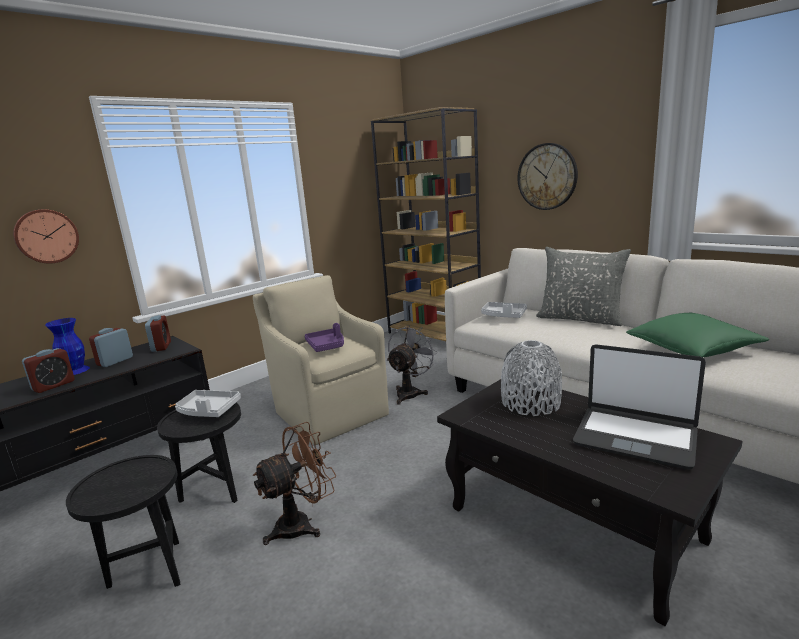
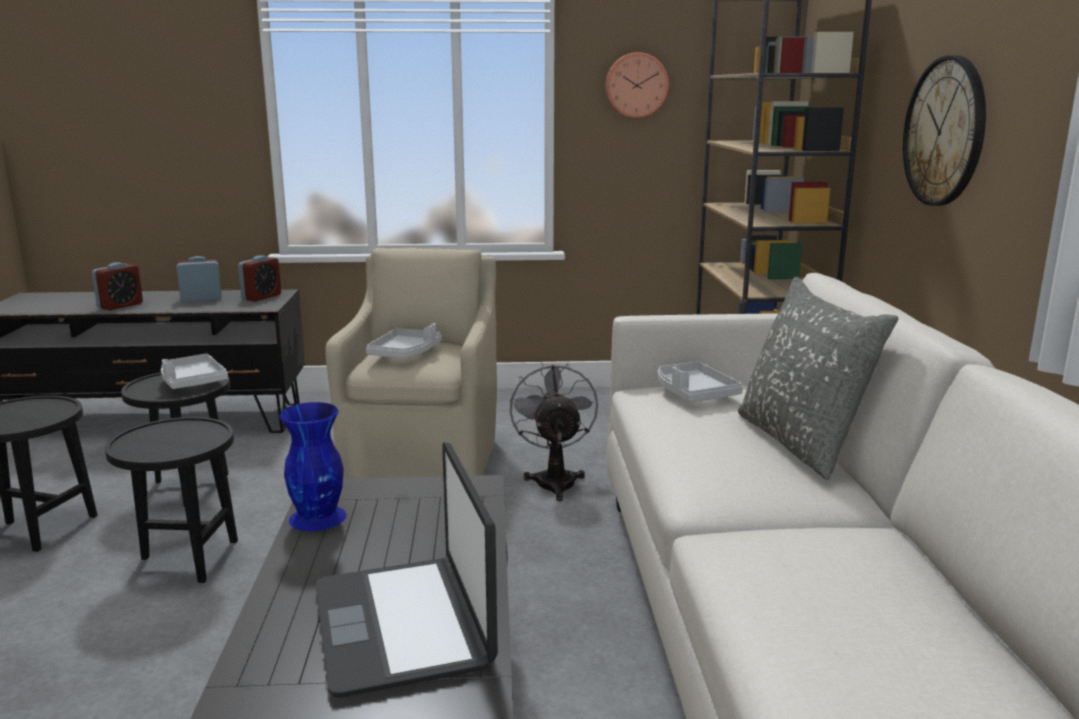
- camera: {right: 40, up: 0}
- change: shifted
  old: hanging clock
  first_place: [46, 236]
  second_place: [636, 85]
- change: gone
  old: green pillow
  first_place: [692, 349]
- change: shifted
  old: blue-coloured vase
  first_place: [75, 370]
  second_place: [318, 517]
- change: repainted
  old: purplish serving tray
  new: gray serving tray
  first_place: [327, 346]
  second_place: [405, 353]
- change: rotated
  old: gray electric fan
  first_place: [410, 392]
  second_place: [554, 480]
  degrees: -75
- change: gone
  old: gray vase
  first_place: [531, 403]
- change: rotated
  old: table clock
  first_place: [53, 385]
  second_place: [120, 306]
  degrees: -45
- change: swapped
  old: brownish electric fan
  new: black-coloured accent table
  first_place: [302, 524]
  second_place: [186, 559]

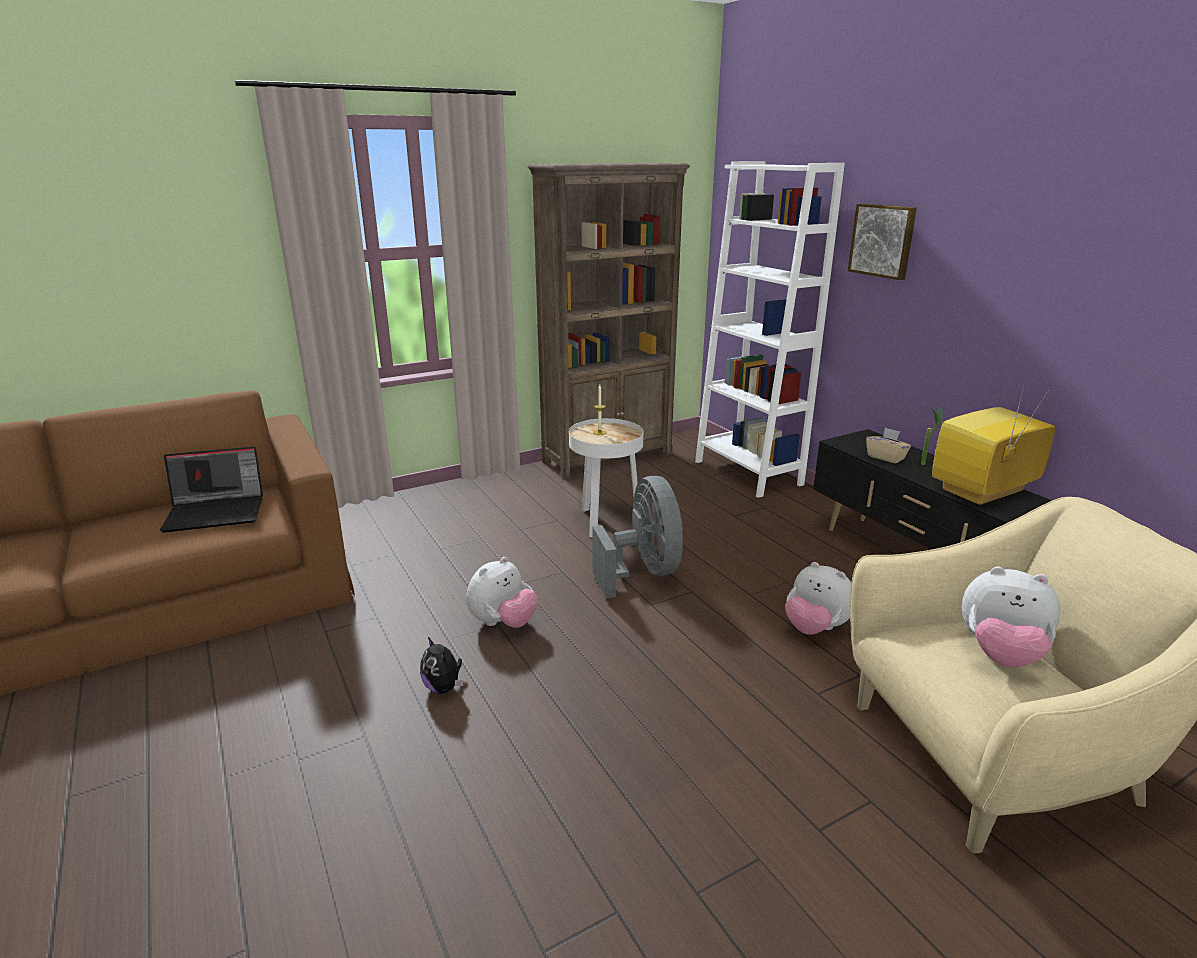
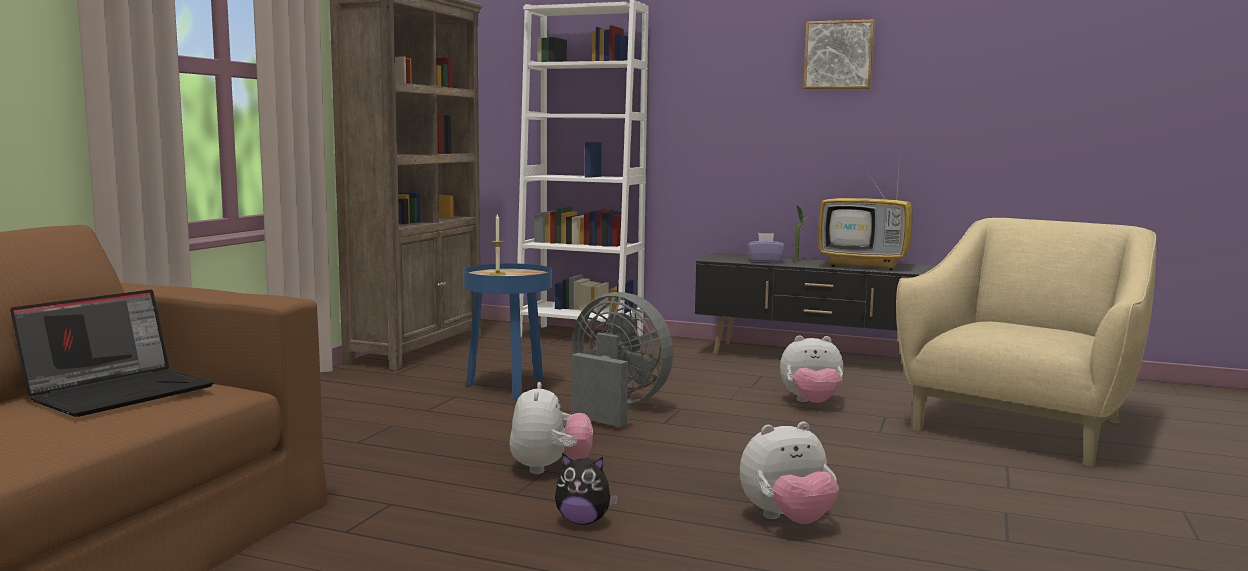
- camera: {right: -40, up: -15}
- change: shifted
  old: picture
  first_place: [883, 240]
  second_place: [839, 55]
- change: rotated
  old: TV
  first_place: [983, 493]
  second_place: [865, 266]
  degrees: -90
- change: repainted
  old: whitish accent table
  new: blue-coloured accent table
  first_place: [606, 522]
  second_place: [509, 387]
- change: repainted
  old: sand-coloured tissue box
  new: purplish tissue box
  first_place: [886, 457]
  second_place: [765, 261]
- change: shifted
  old: soft toy
  first_place: [1000, 655]
  second_place: [787, 520]

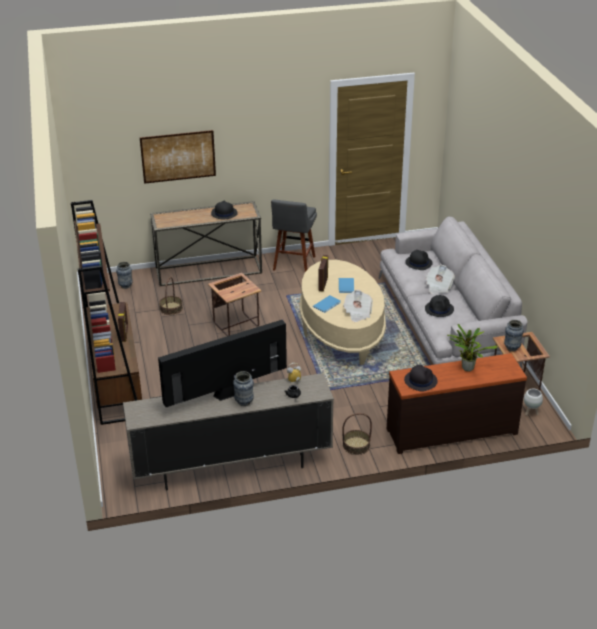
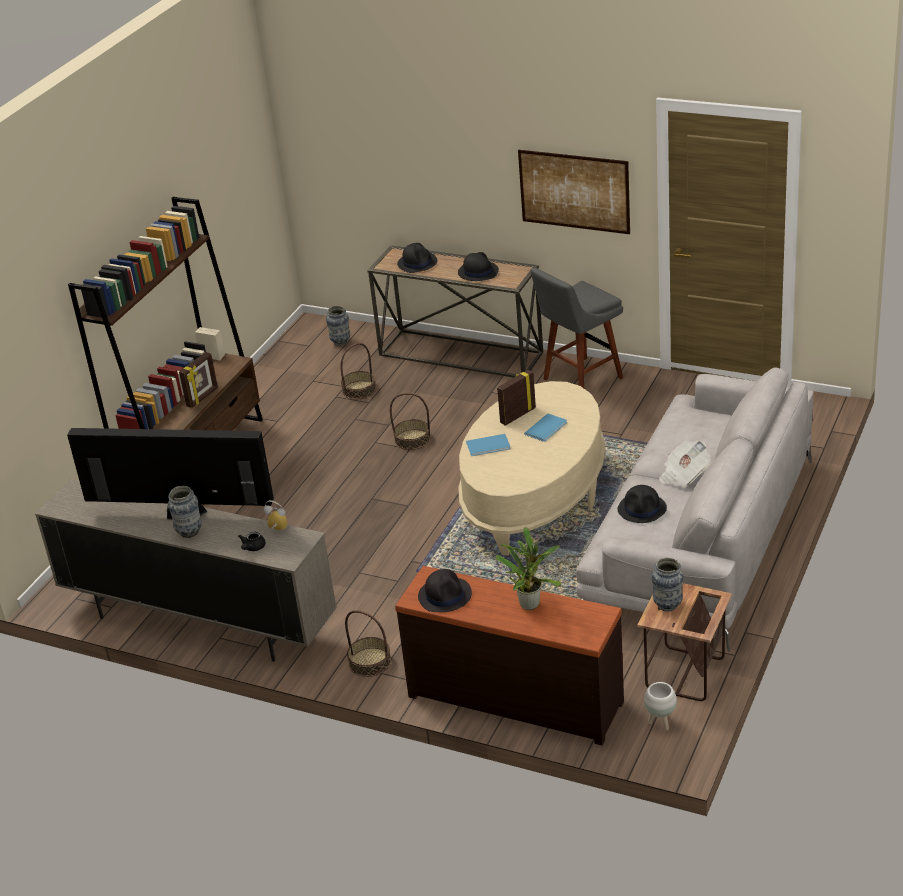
- camera: {right: 40, up: 0}
- change: shifted
  old: picture
  first_place: [178, 156]
  second_place: [574, 191]
- change: shifted
  old: black-coloured wearable hat
  first_place: [418, 263]
  second_place: [417, 263]
- change: swapped
  old: accent table
  new: basket
  first_place: [237, 324]
  second_place: [412, 439]
- change: gone
  old: newspaper
  first_place: [357, 313]

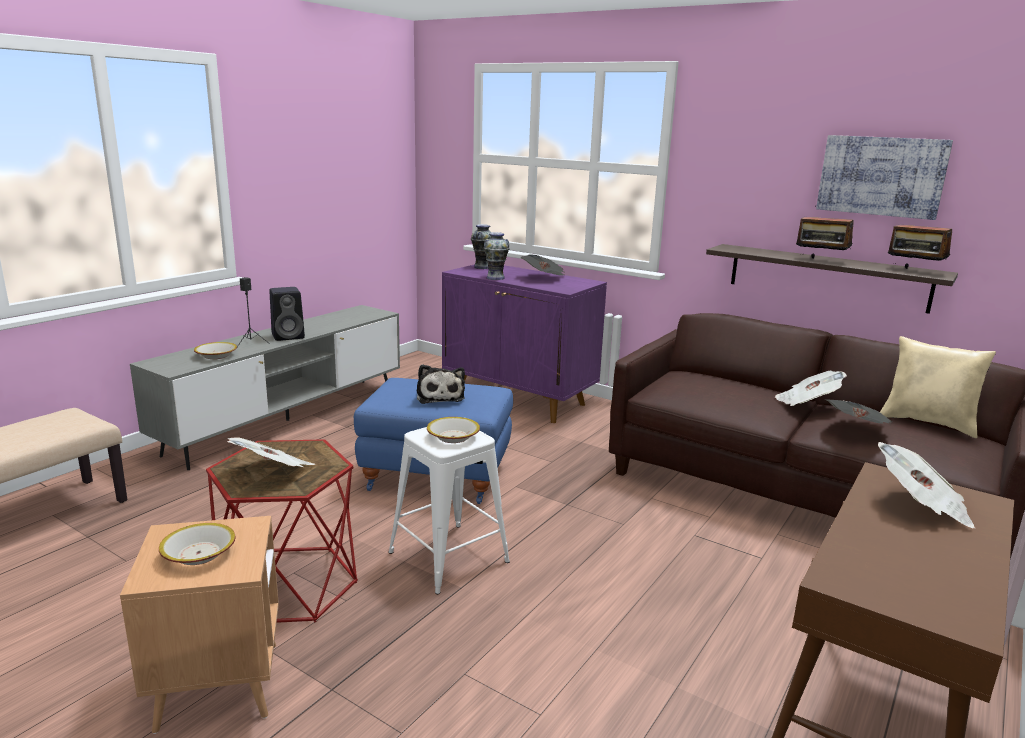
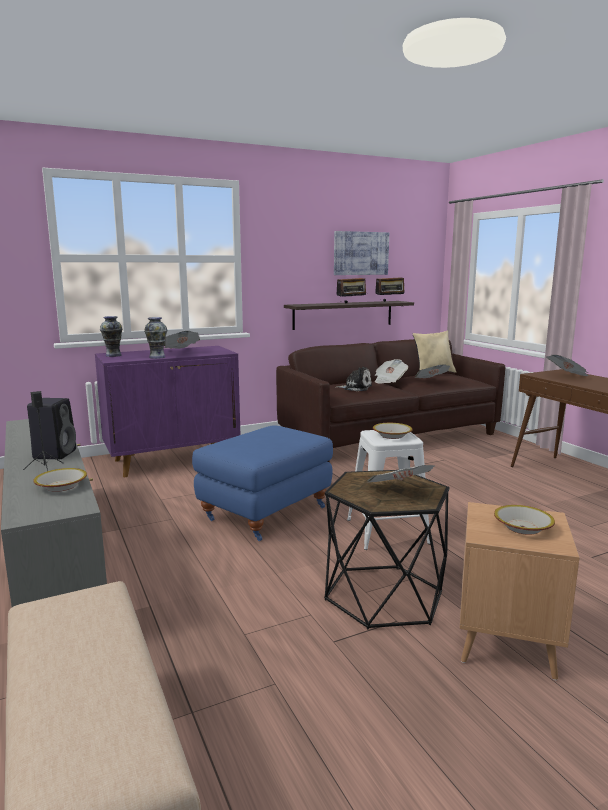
- camera: {right: -60, up: -5}
- change: shifted
  old: soft toy
  first_place: [440, 396]
  second_place: [355, 388]
- change: repainted
  old: reddish accent table
  new: black-coloured accent table
  first_place: [290, 585]
  second_place: [383, 596]

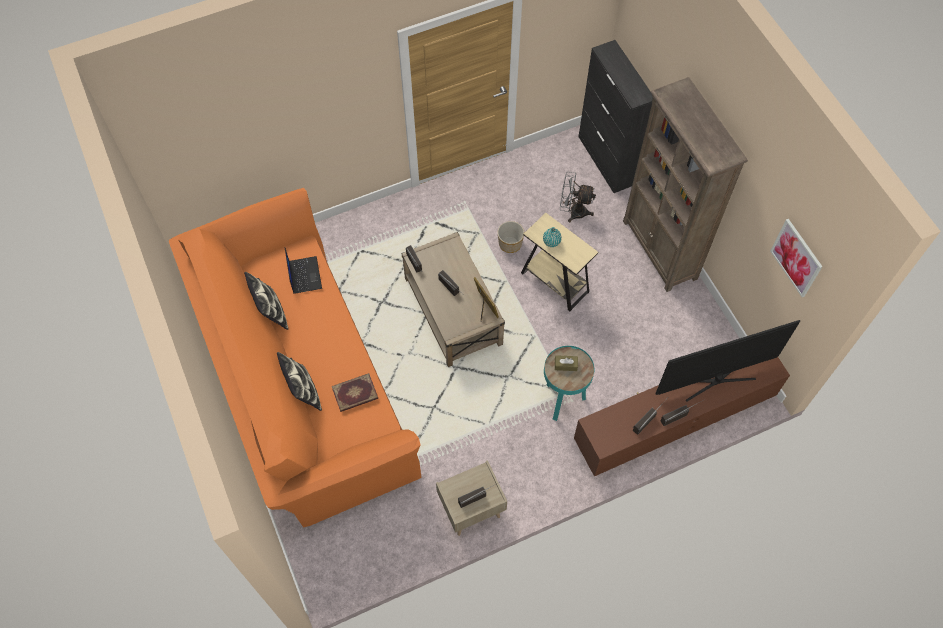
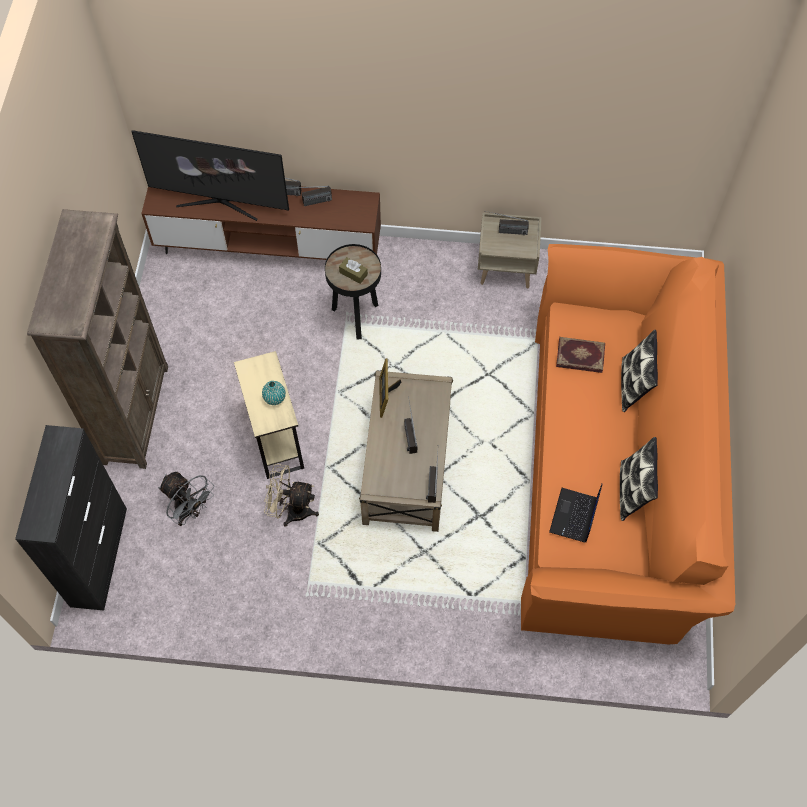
- camera: {right: -150, up: 0}
- change: gone
  old: picture
  first_place: [796, 258]
- change: swapped
  old: flower pot
  new: sand-coloured electric fan
  first_place: [509, 244]
  second_place: [291, 510]
- change: repainted
  old: turquoise-coloured accent table
  new: black-coloured accent table
  first_place: [562, 401]
  second_place: [356, 317]

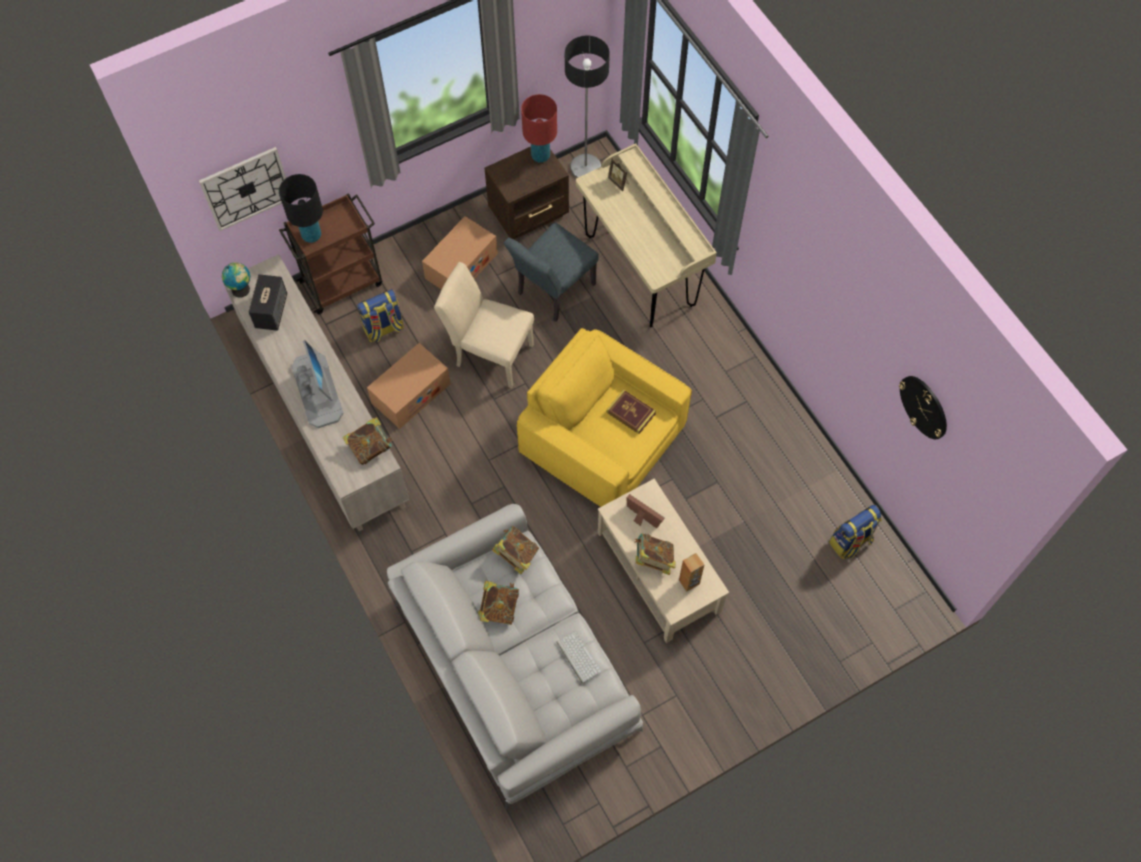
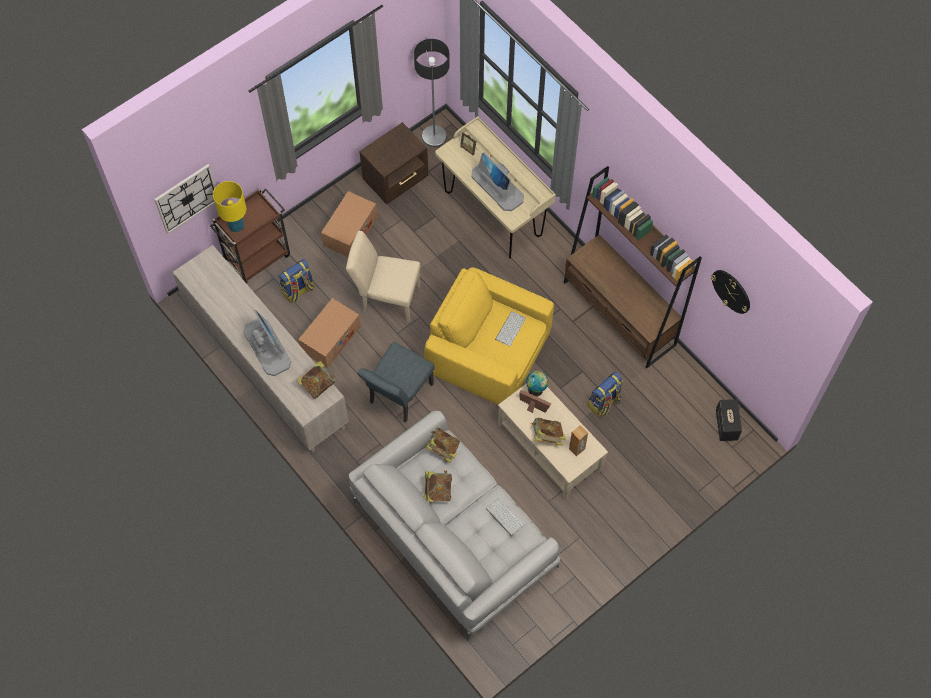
- camera: {right: -10, up: 0}
- change: gone
  old: reddish tabletop lamp
  first_place: [540, 156]
- change: repainted
  old: black-coloured tabletop lamp
  new: yellow-coloured tabletop lamp
  first_place: [311, 235]
  second_place: [236, 226]
- change: shifted
  old: gray chair
  first_place: [552, 292]
  second_place: [398, 397]
- change: shifted
  old: desk globe
  first_place: [242, 289]
  second_place: [536, 390]
- change: shifted
  old: audio speaker
  first_place: [271, 311]
  second_place: [726, 425]
- change: swapped
  old: book
  new: PC keyboard
  first_place: [631, 413]
  second_place: [510, 328]
- change: shifted
  old: backpack
  first_place: [851, 542]
  second_place: [604, 403]
- change: new
  new: computer display
  second_place: [497, 187]
- change: new
  new: brownish bookshelf
  second_place: [619, 314]

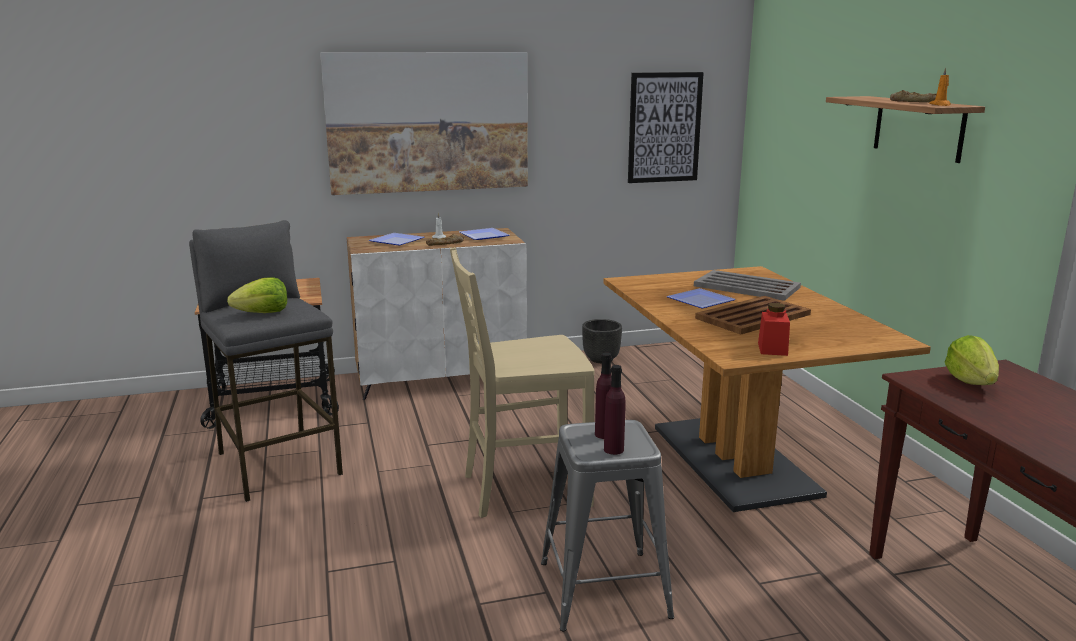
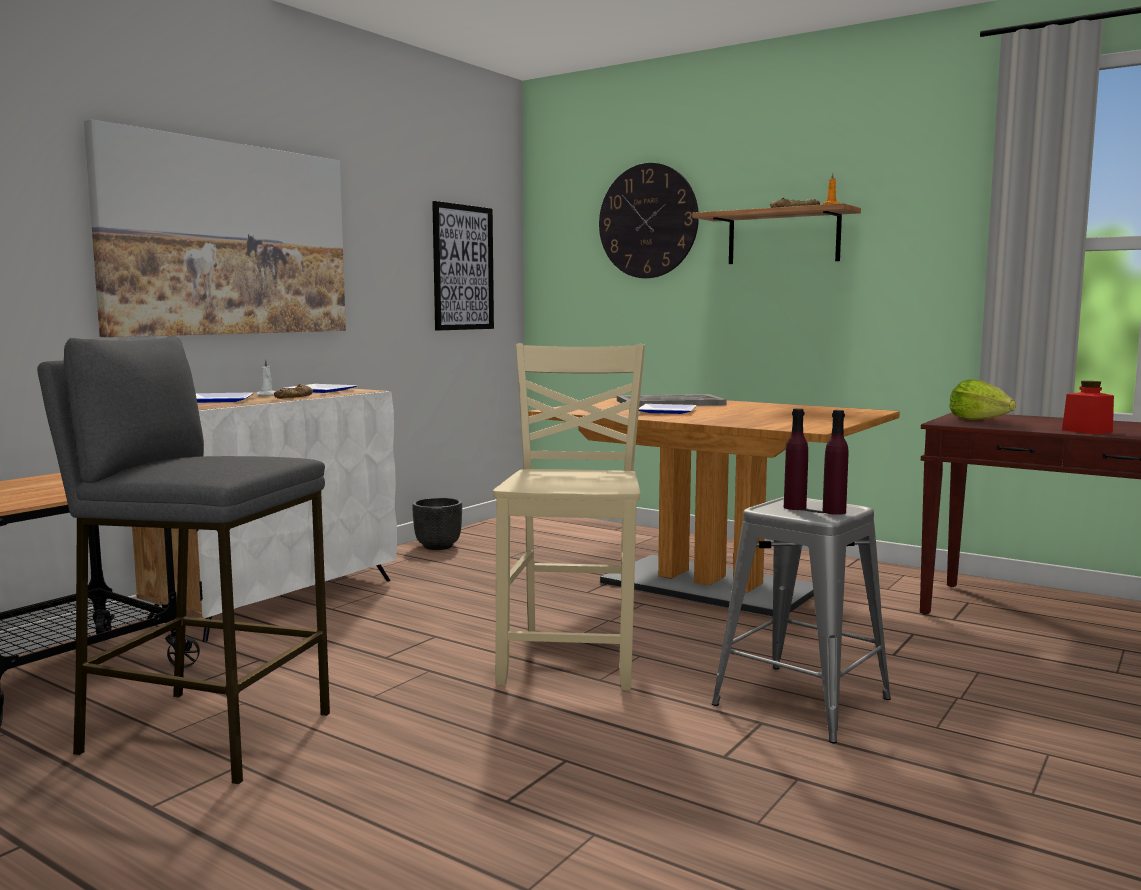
- camera: {right: -40, up: -10}
- change: rotated
  old: sand-coloured chair
  first_place: [523, 489]
  second_place: [573, 659]
  degrees: 150
- change: gone
  old: head of lettuce
  first_place: [263, 313]
- change: gone
  old: brownish serving tray
  first_place: [752, 316]
- change: shifted
  old: reddish preserve jar
  first_place: [772, 349]
  second_place: [1087, 431]
- change: new
  new: hanging clock
  second_place: [648, 221]

